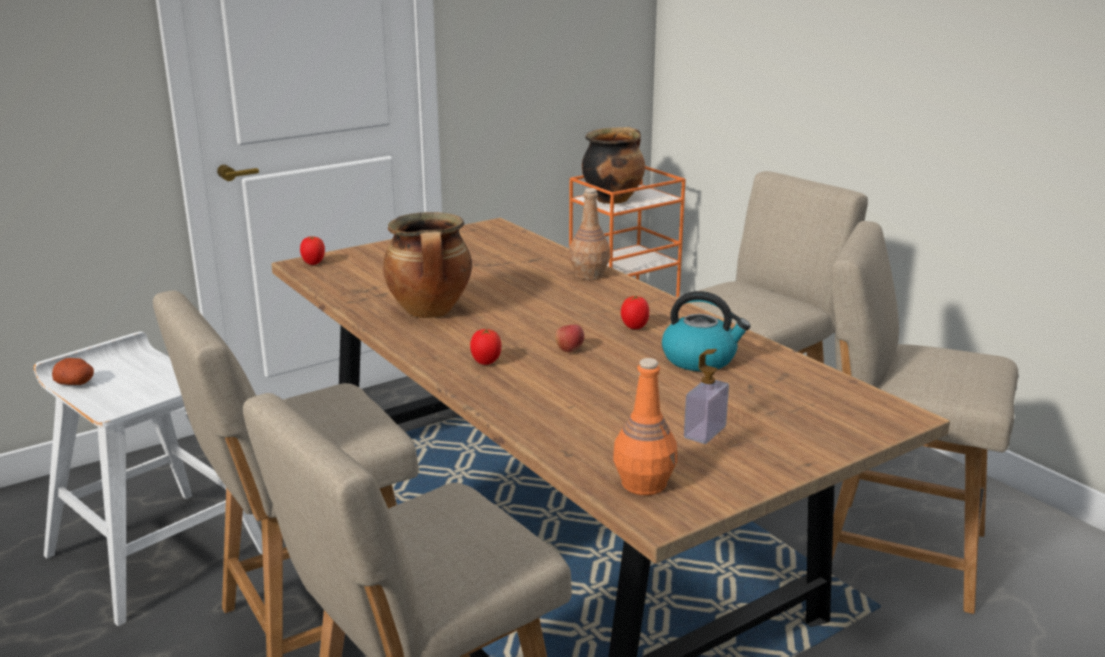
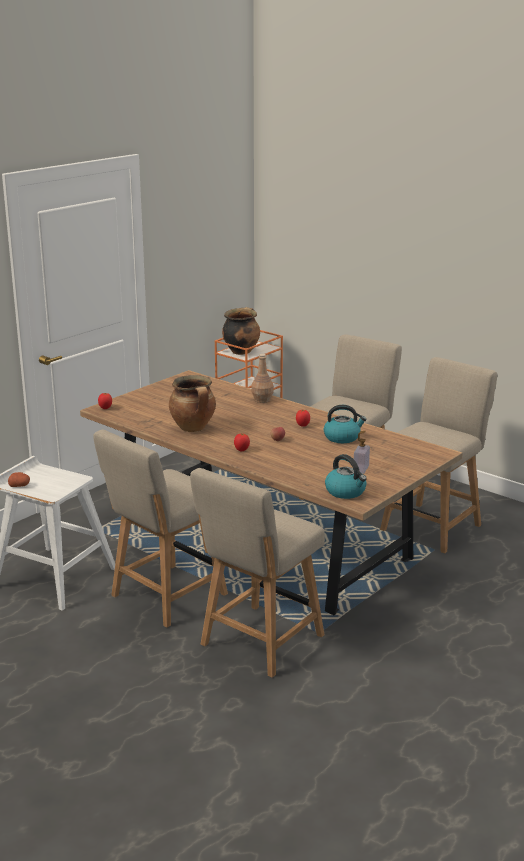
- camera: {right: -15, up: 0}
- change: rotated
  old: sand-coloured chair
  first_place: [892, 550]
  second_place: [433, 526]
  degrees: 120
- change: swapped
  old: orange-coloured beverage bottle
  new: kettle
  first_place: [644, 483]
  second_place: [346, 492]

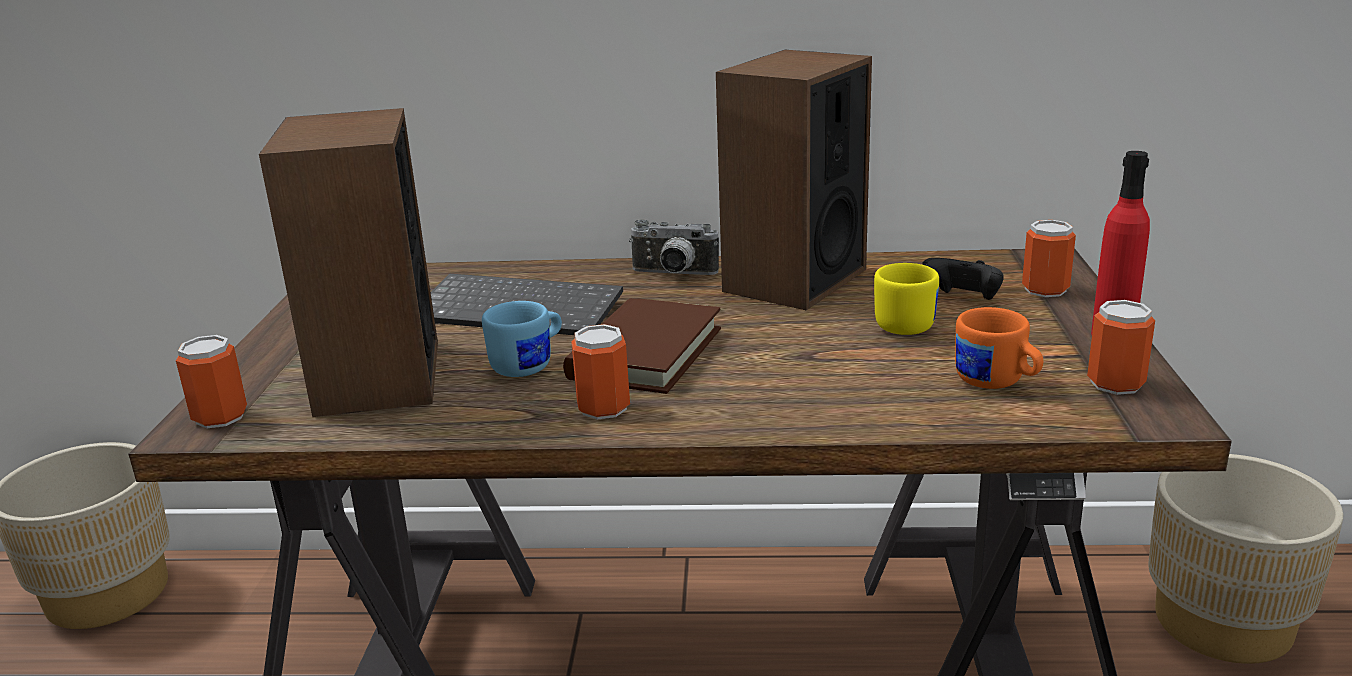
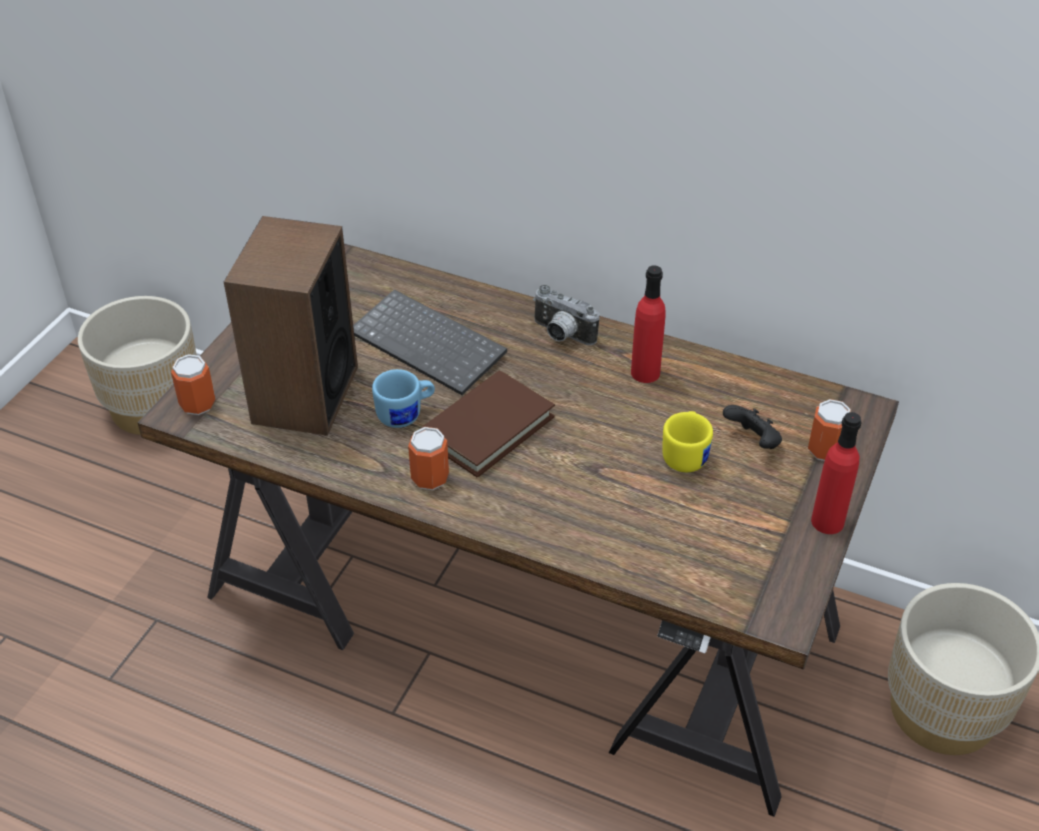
- camera: {right: 20, up: 20}
- change: swapped
  old: audio speaker
  new: reddish beverage bottle
  first_place: [794, 280]
  second_place: [645, 373]
- change: gone
  old: can
  first_place: [1115, 383]
- change: gone
  old: orange-coloured mug
  first_place: [997, 383]

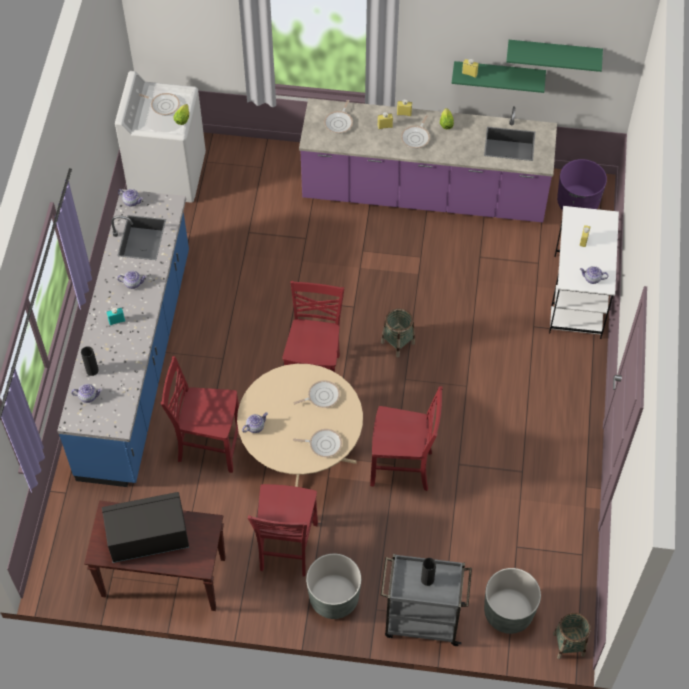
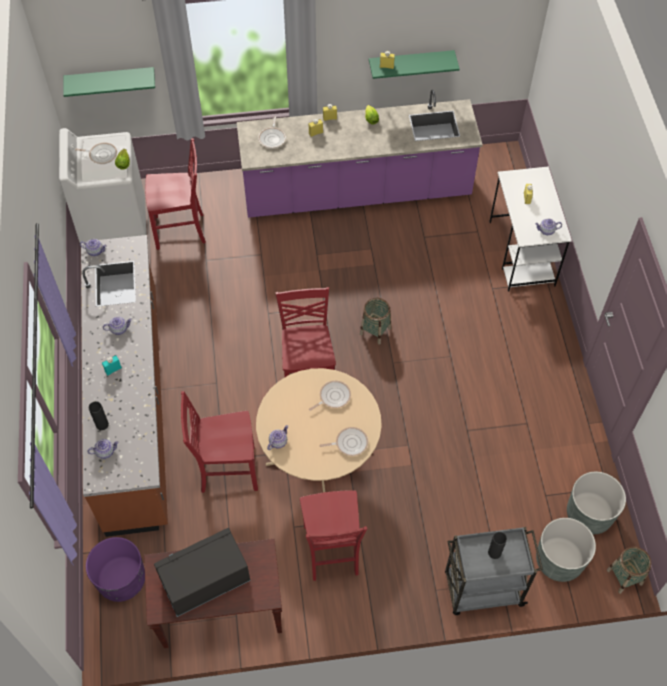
- camera: {right: -15, up: 0}
- change: shifted
  old: green shelf
  first_place: [554, 53]
  second_place: [111, 80]
- change: gone
  old: frying pan
  first_place: [416, 137]
- change: shifted
  old: purplish flower pot
  first_place: [577, 203]
  second_place: [121, 579]
- change: repainted
  old: blue-coloured counter
  new: brownish counter
  first_place: [137, 363]
  second_place: [134, 406]
- change: shifted
  old: reddish chair
  first_place: [403, 468]
  second_place: [181, 231]
- change: shifted
  old: gray flower pot
  first_place: [334, 597]
  second_place: [589, 514]

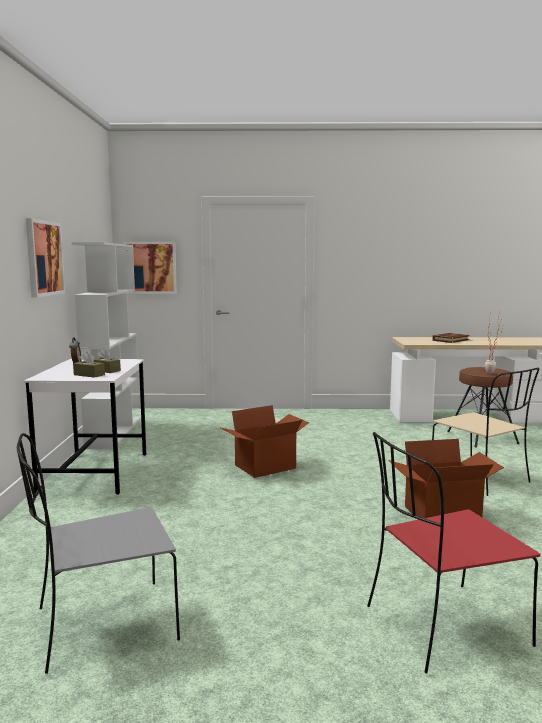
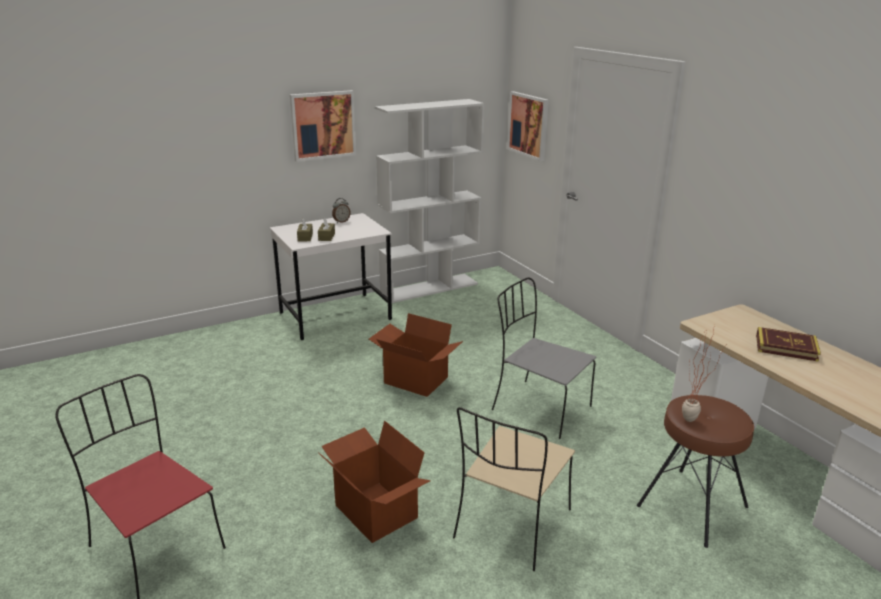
- camera: {right: 60, up: 15}
- change: shifted
  old: gray chair
  first_place: [102, 625]
  second_place: [539, 407]

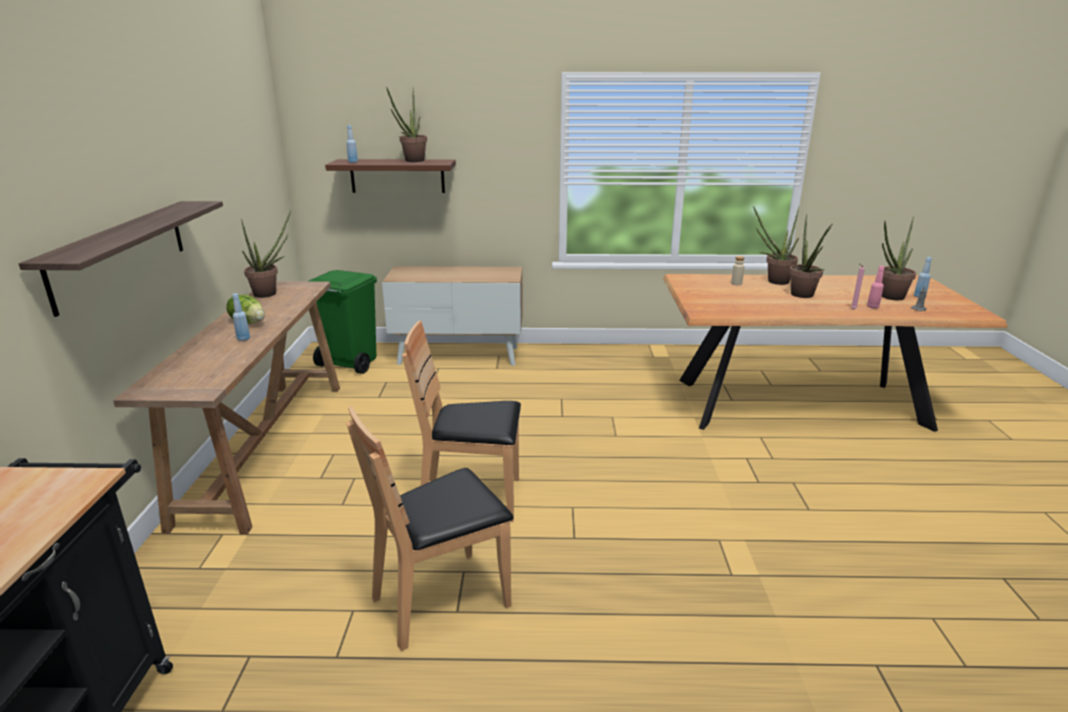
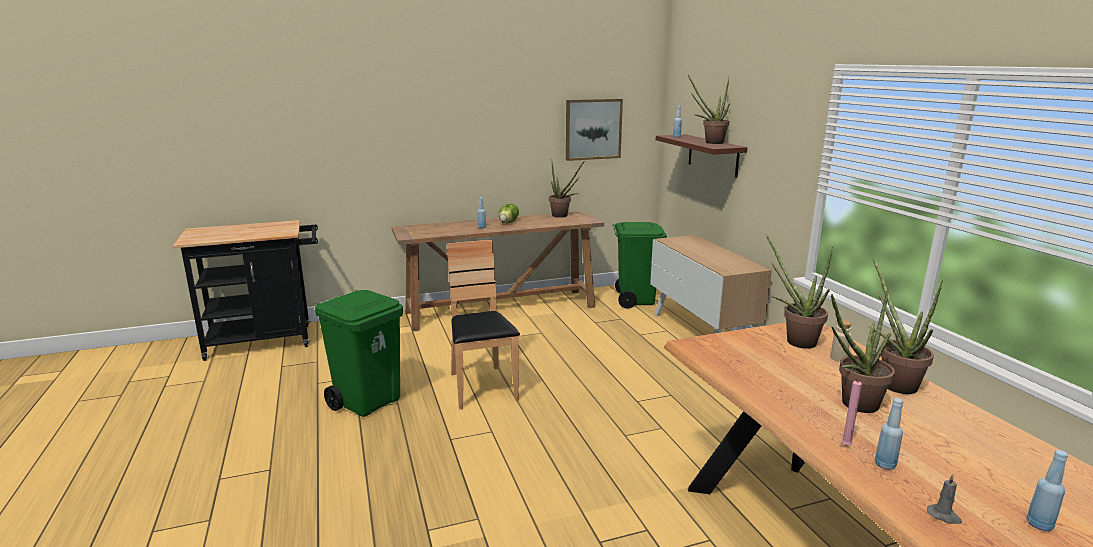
- camera: {right: 70, up: -5}
- change: gone
  old: shelf
  first_place: [120, 253]
- change: shifted
  old: plant in a pot
  first_place: [889, 297]
  second_place: [795, 340]
- change: repainted
  old: pink-coloured beverage bottle
  new: blue-coloured beverage bottle
  first_place: [873, 307]
  second_place: [885, 465]
- change: swapped
  old: brownish chair
  new: green waste bin
  first_place: [441, 599]
  second_place: [368, 401]
- change: new
  new: picture
  second_place: [593, 129]

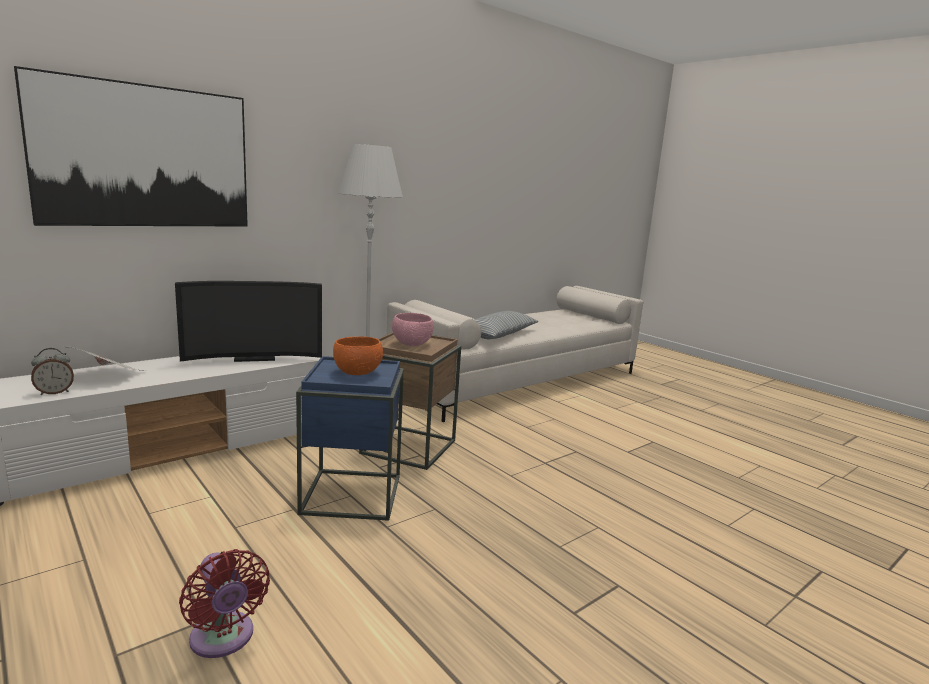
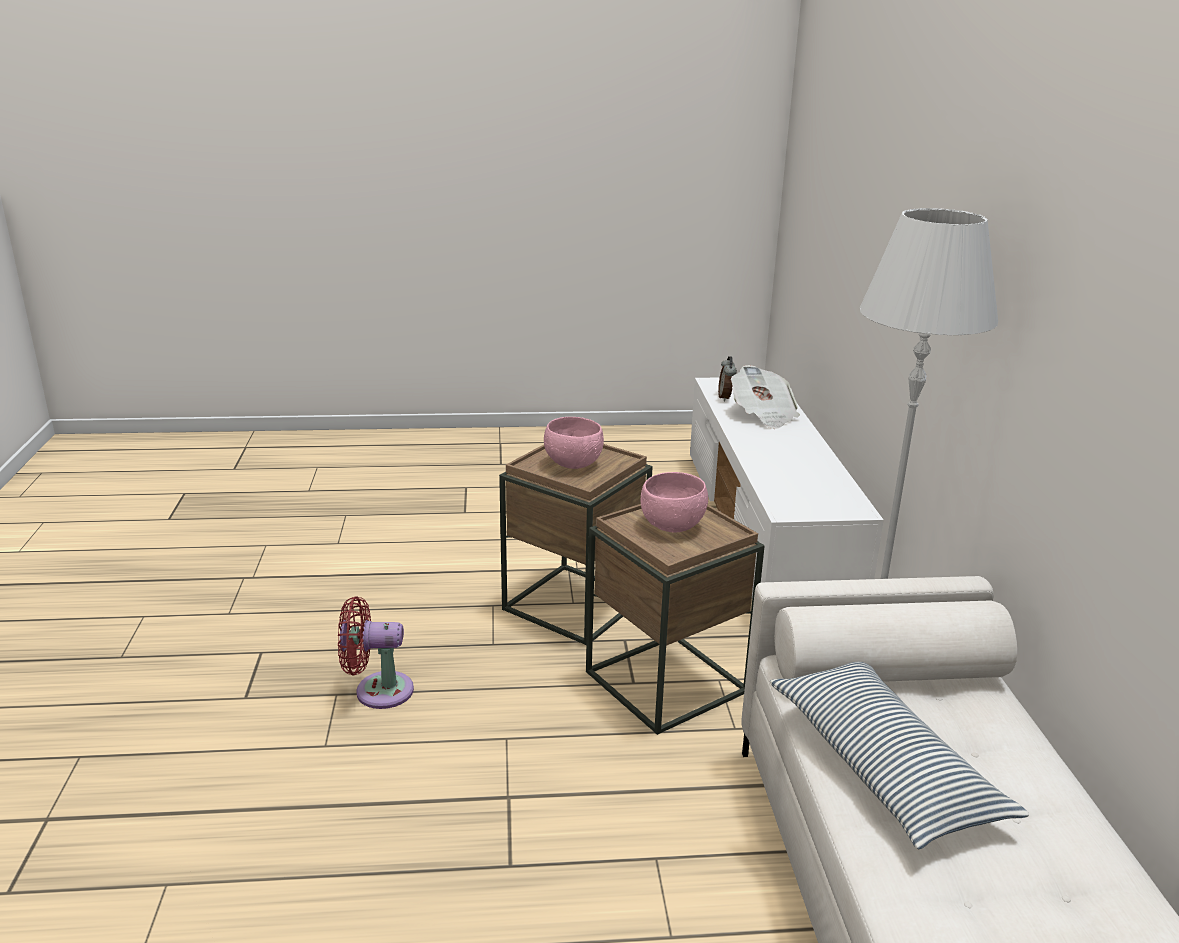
- camera: {right: 125, up: 10}
- change: gone
  old: picture
  first_place: [145, 157]
- change: gone
  old: TV
  first_place: [254, 357]
- change: repainted
  old: orange-coloured bowl
  new: pink-coloured bowl
  first_place: [358, 373]
  second_place: [573, 465]
- change: repainted
  old: blue-coloured accent table
  new: brownish accent table
  first_place: [352, 494]
  second_place: [574, 604]
- change: shifted
  old: reddish electric fan
  first_place: [223, 639]
  second_place: [378, 691]

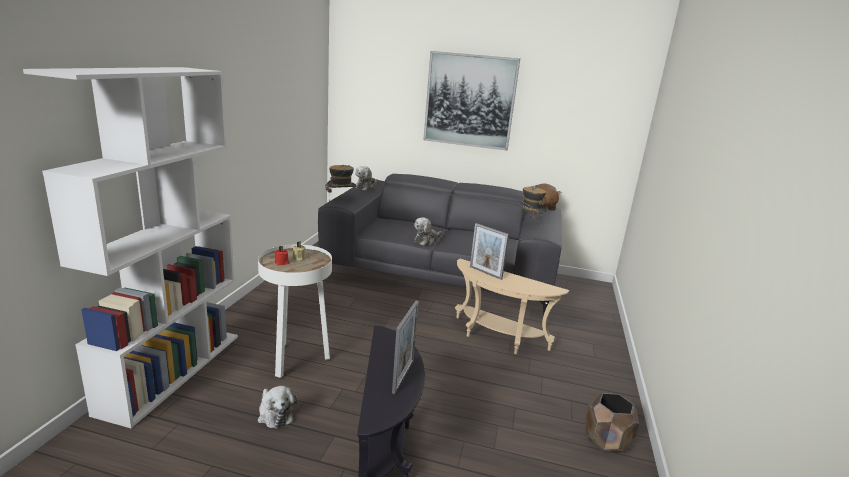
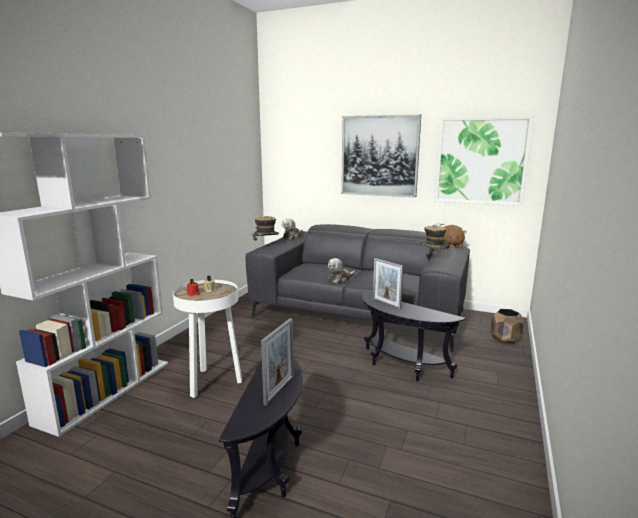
- camera: {right: 10, up: -5}
- change: repainted
  old: sand-coloured accent table
  new: black-coloured accent table
  first_place: [496, 338]
  second_place: [401, 366]
- change: gone
  old: soft toy
  first_place: [275, 414]
- change: shifted
  old: brownish flower pot
  first_place: [607, 441]
  second_place: [505, 339]
- change: new
  new: picture
  second_place: [481, 161]

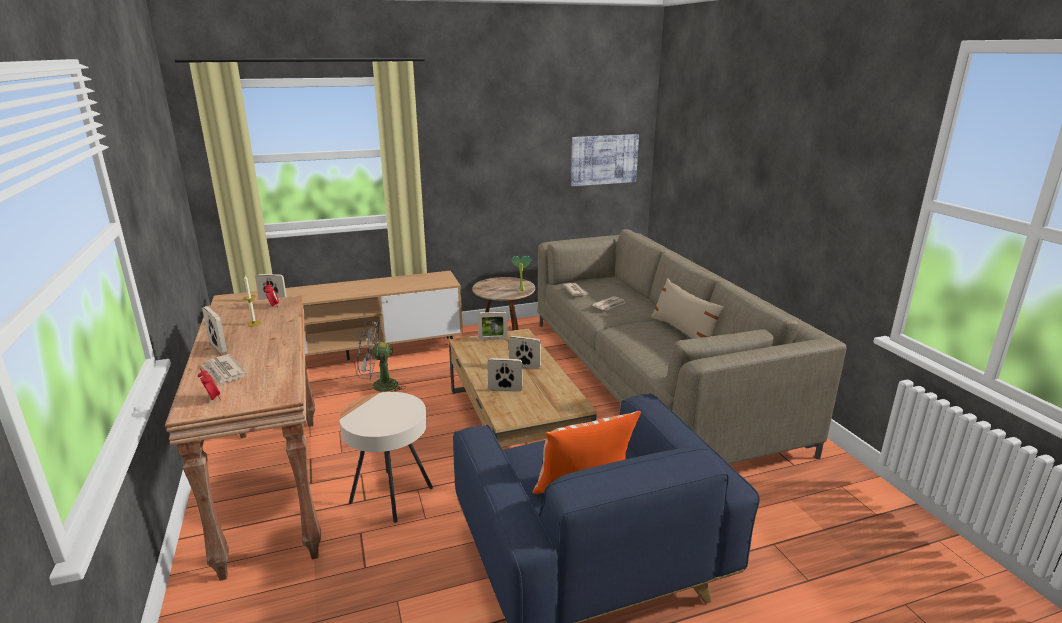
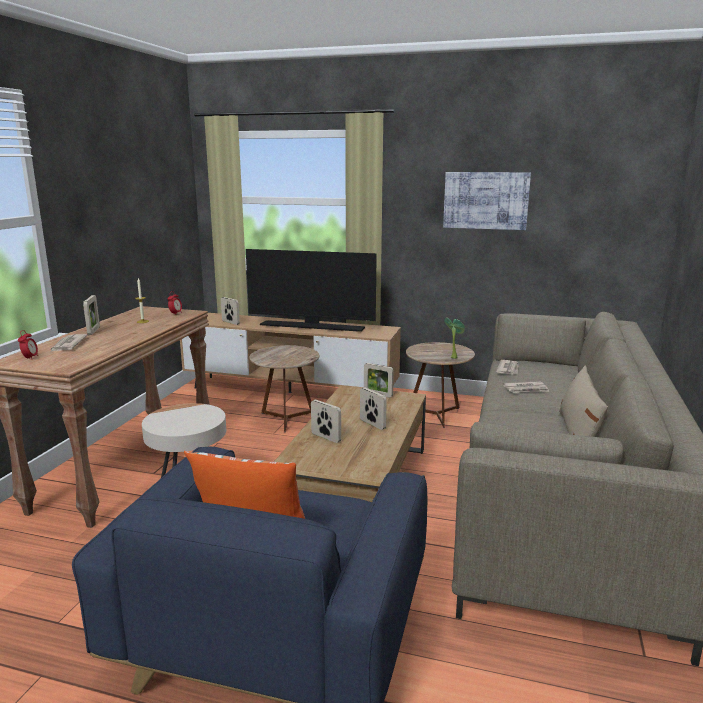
- camera: {right: 35, up: -5}
- change: shifted
  old: picture
  first_place: [604, 159]
  second_place: [485, 200]
- change: swapped
  old: gray electric fan
  new: brownish accent table
  first_place: [379, 386]
  second_place: [286, 419]
- change: new
  new: TV
  second_place: [312, 326]

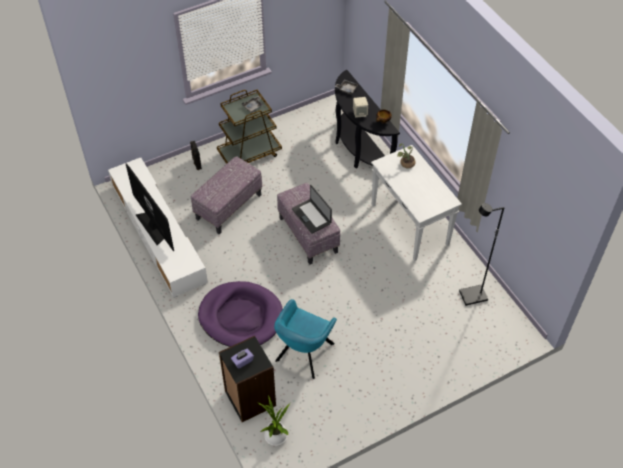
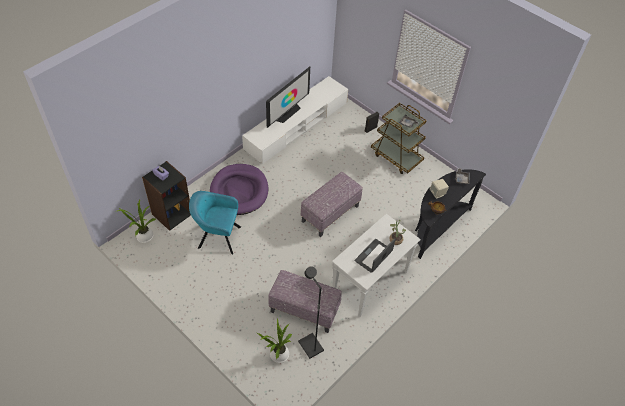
- camera: {right: 70, up: 0}
- change: shifted
  old: ottoman
  first_place: [229, 207]
  second_place: [303, 310]
- change: shifted
  old: notebook computer
  first_place: [311, 216]
  second_place: [374, 256]
- change: new
  new: plant in a pot
  second_place: [278, 355]

